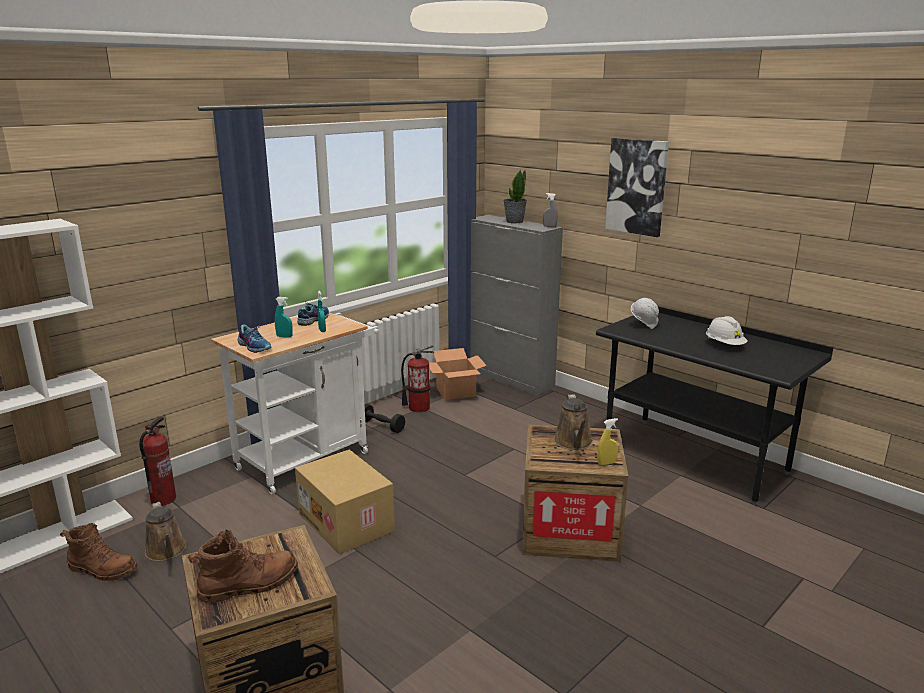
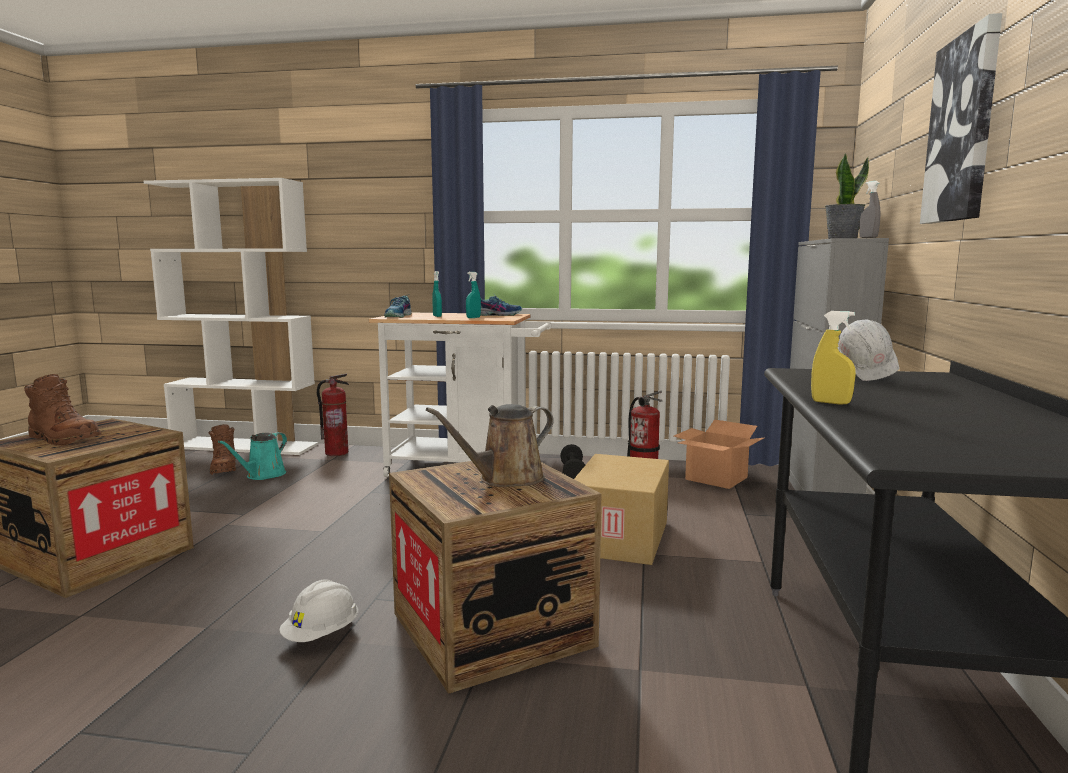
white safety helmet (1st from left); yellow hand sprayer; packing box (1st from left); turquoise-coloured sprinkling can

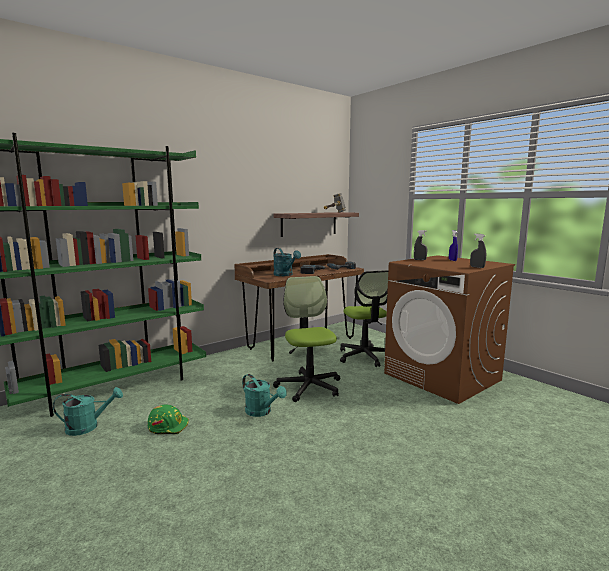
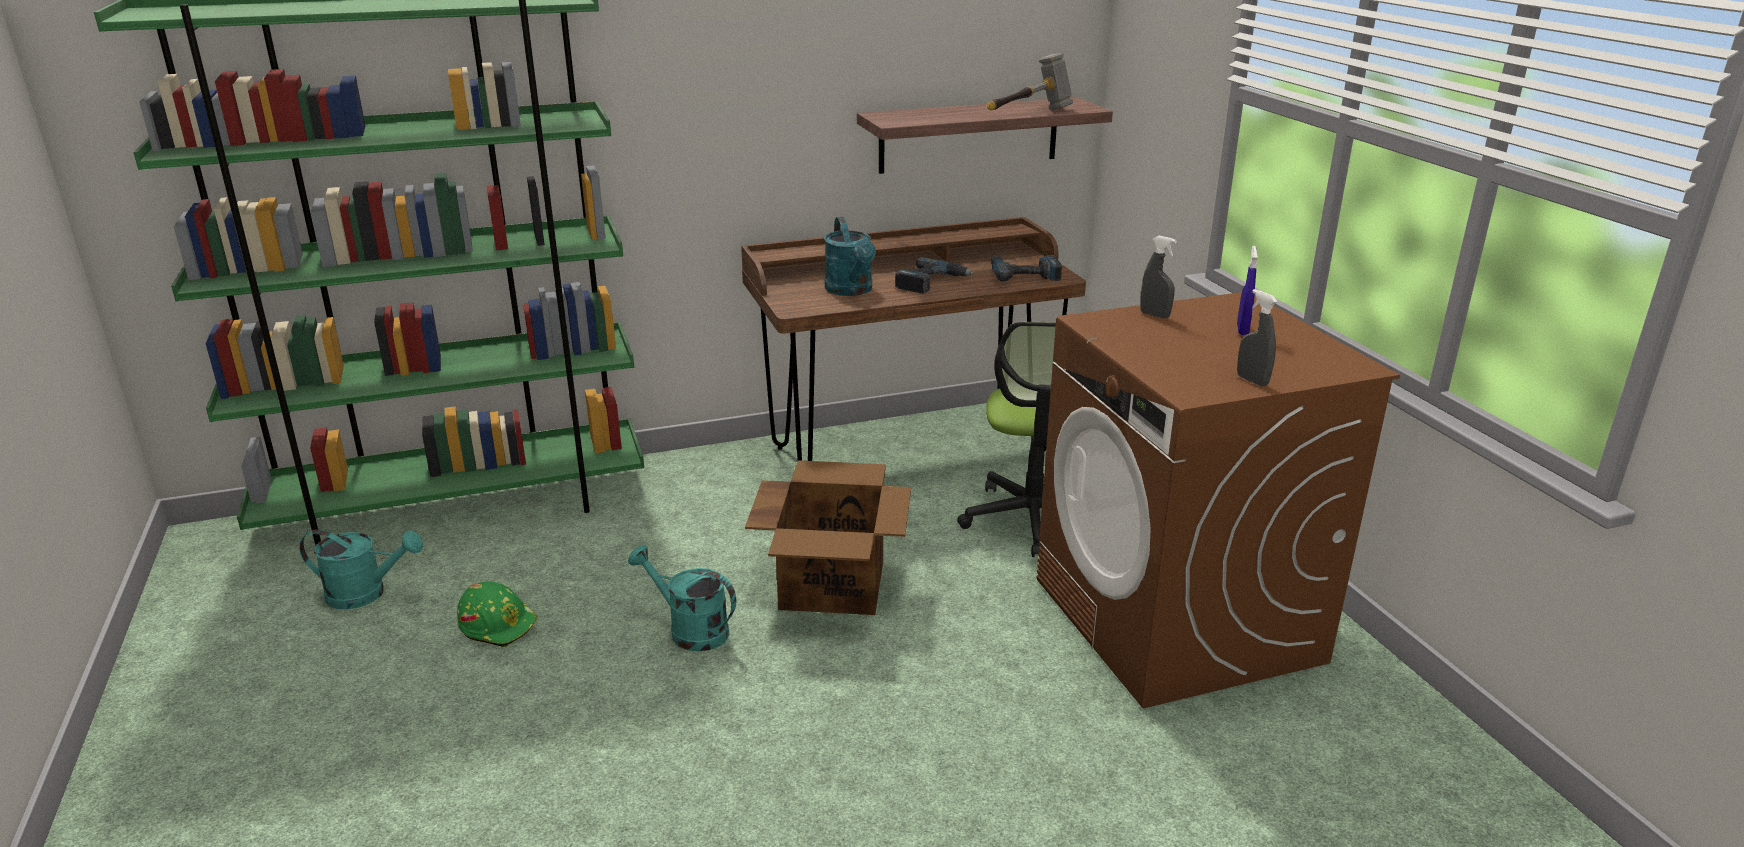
packing box; turquoise-coloured sprinkling can (2nd from left)

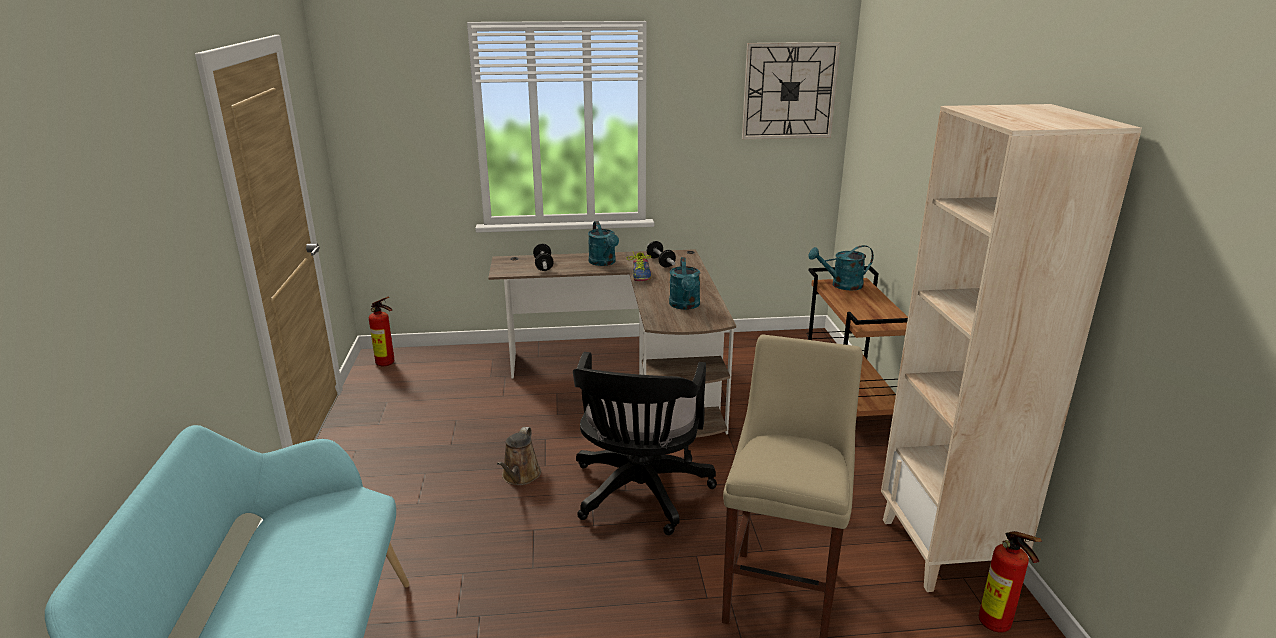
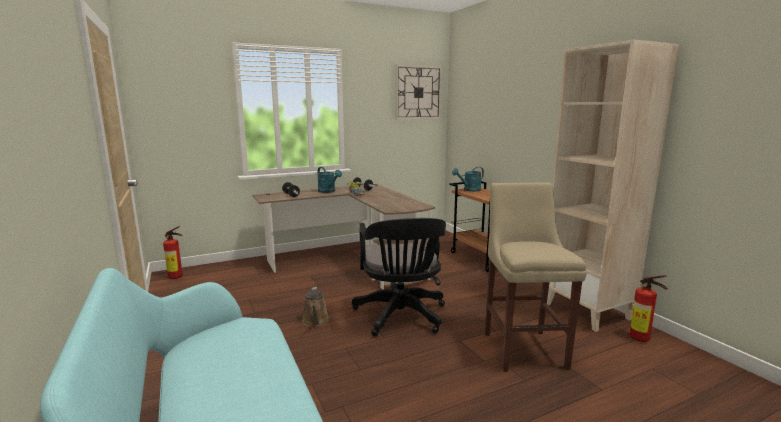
turquoise-coloured sprinkling can (2nd from left in the first image)

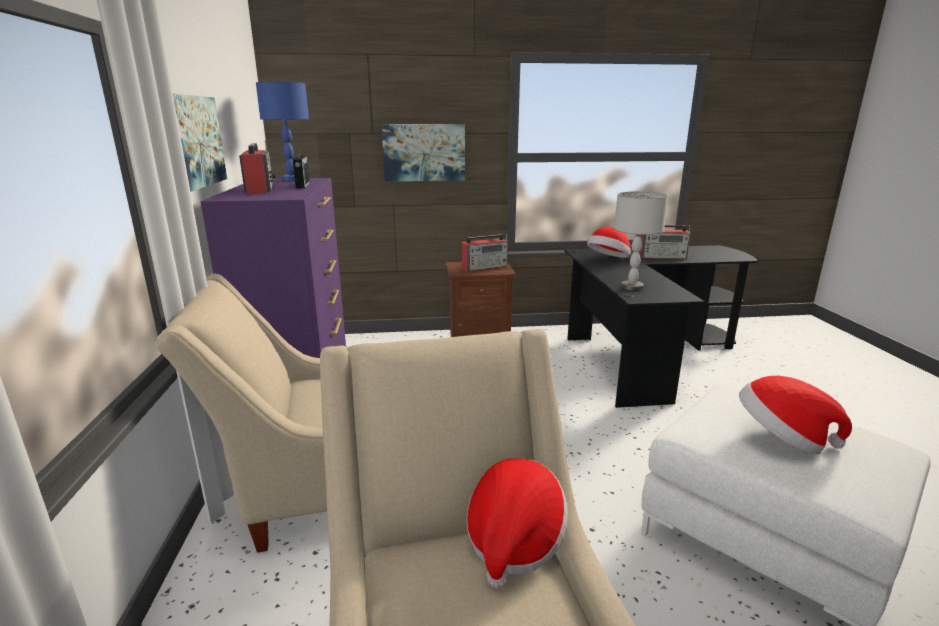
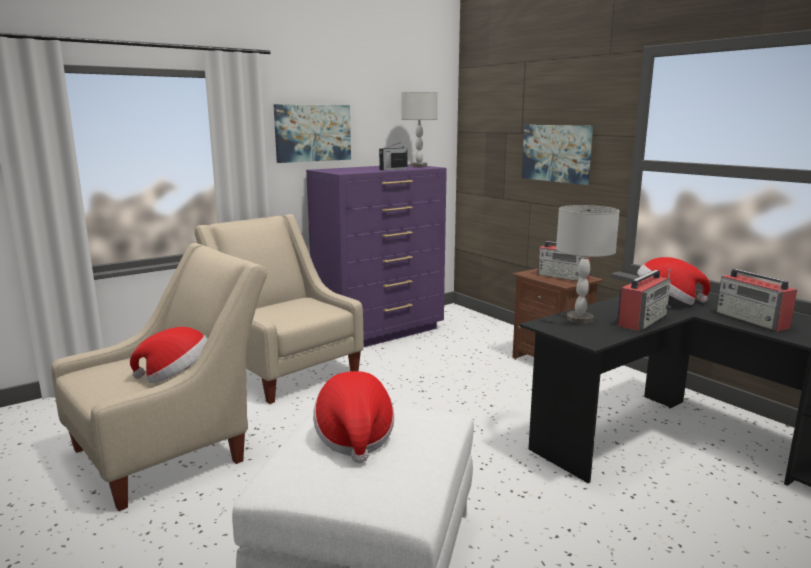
gray tabletop lamp (1st from left); radio (3rd from left)

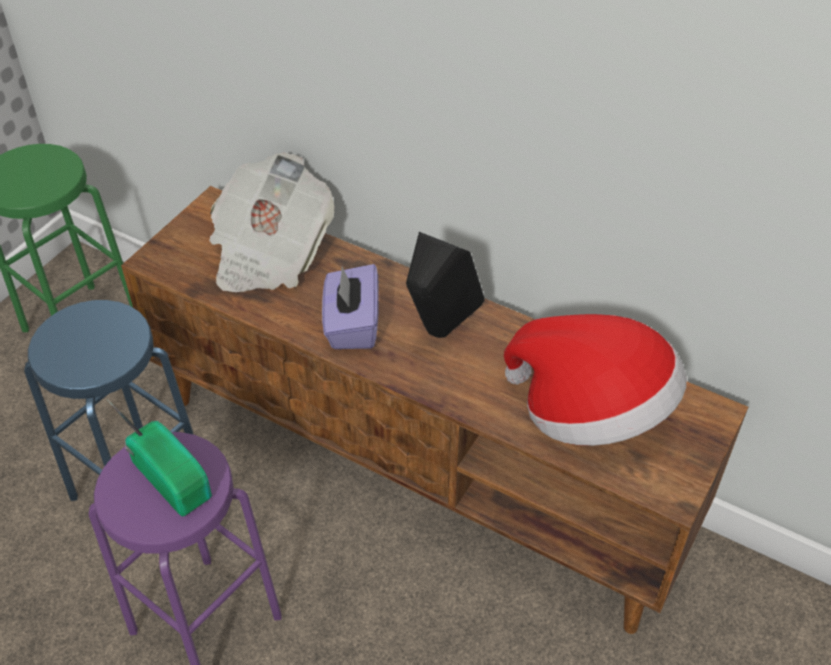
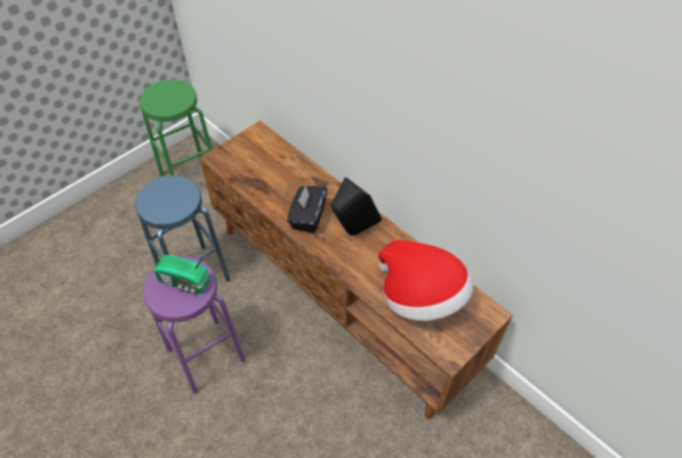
printed paper; black tissue holder; radio

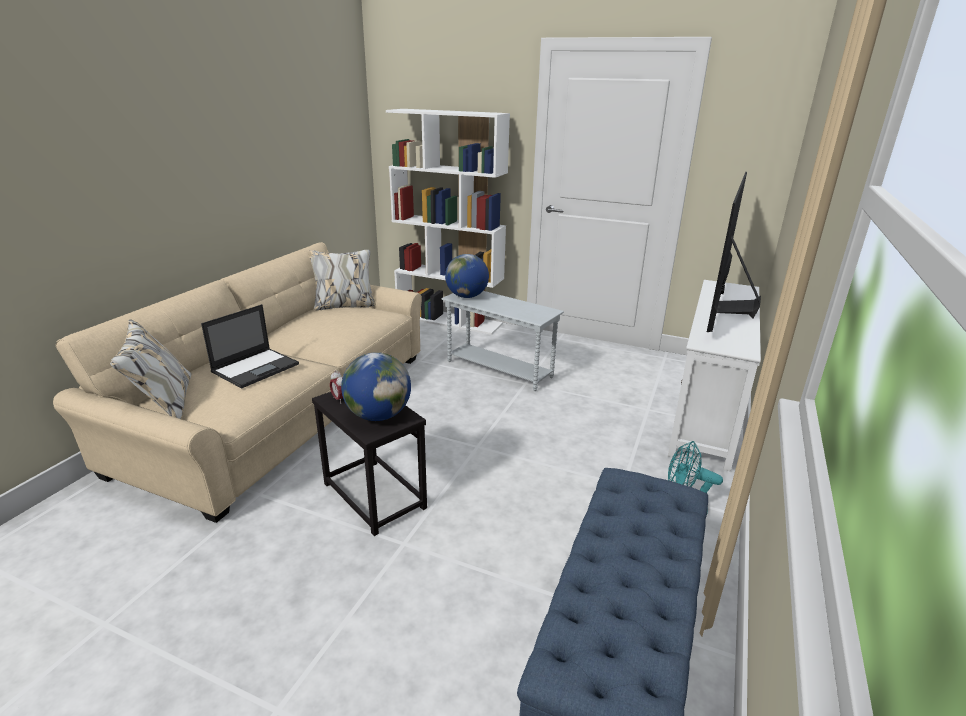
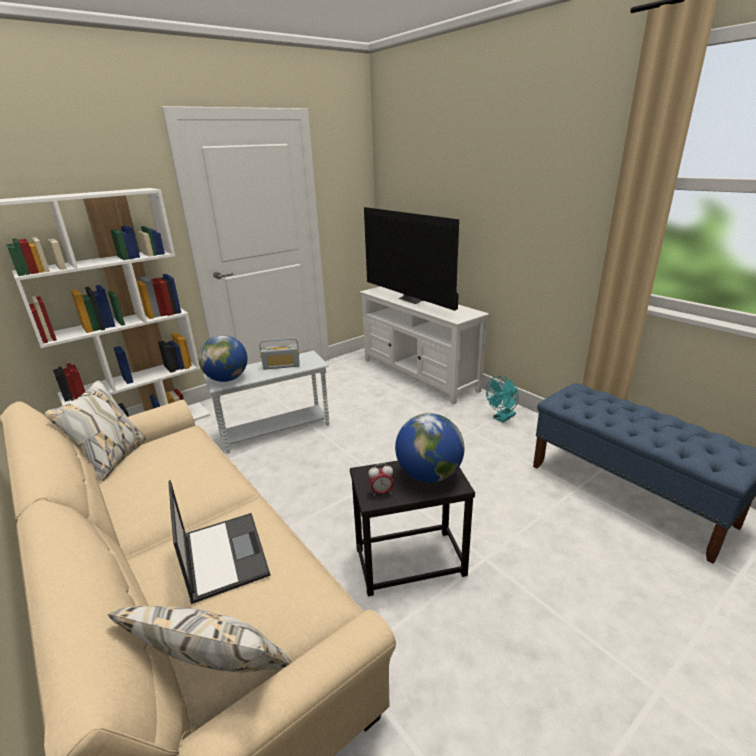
radio

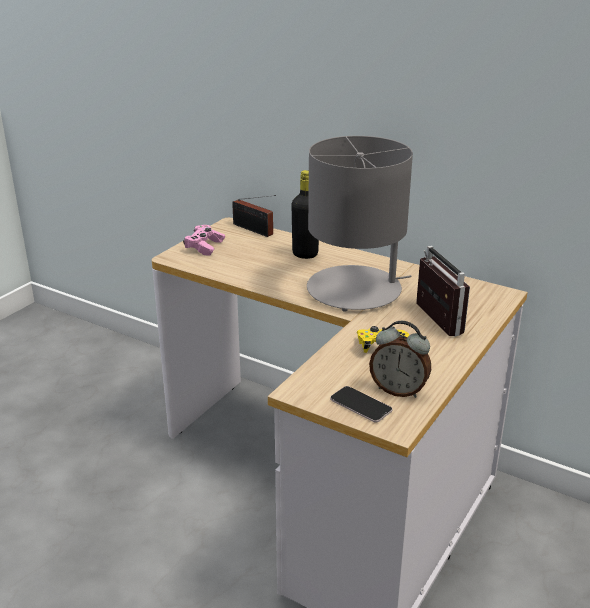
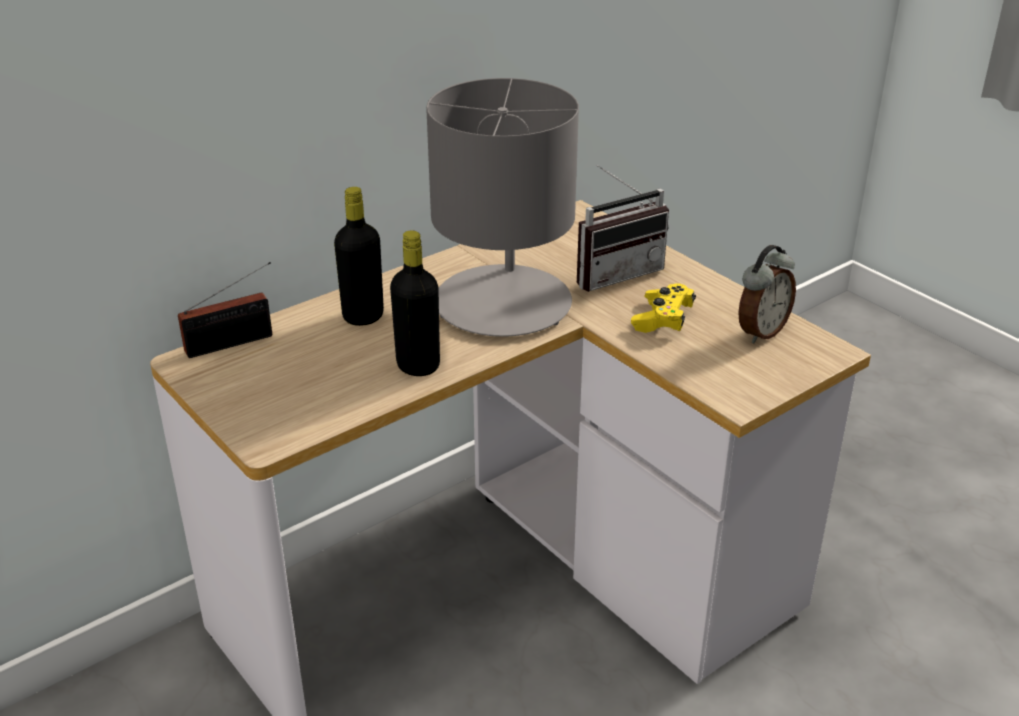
pink gamepad; radio (2nd from left); telephone; black drink bottle (2nd from left)

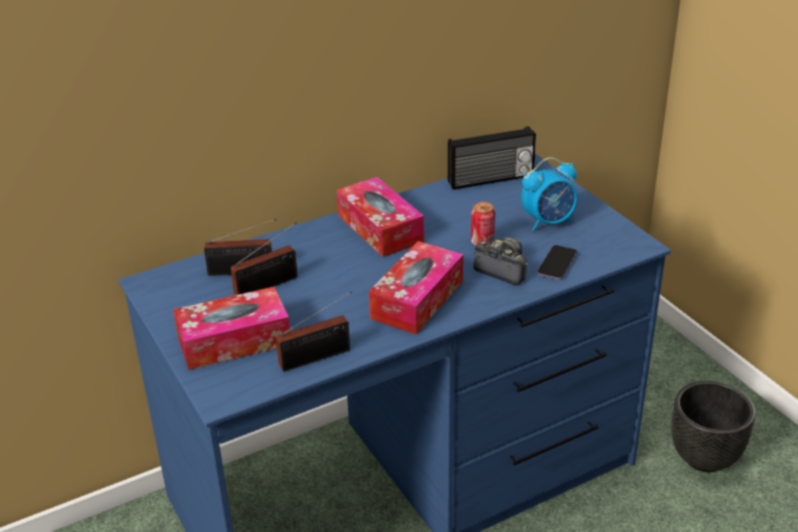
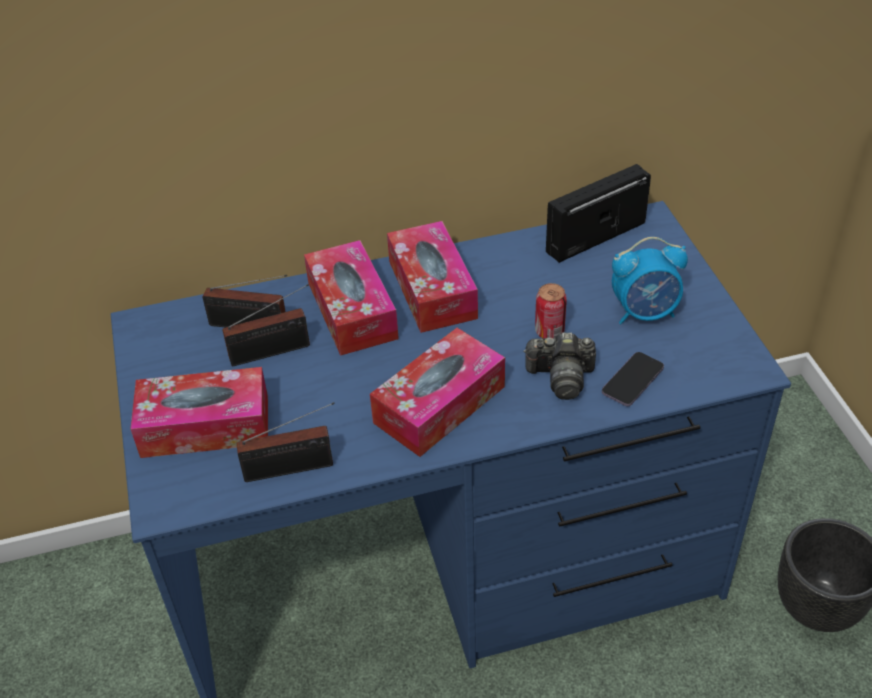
radio (4th from left); still camera; tissue holder (2nd from left)

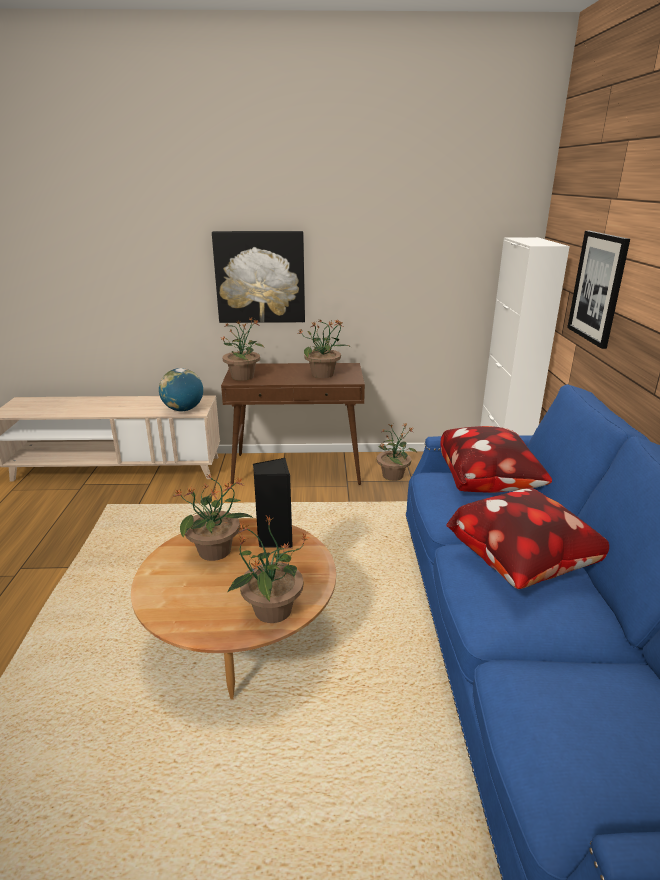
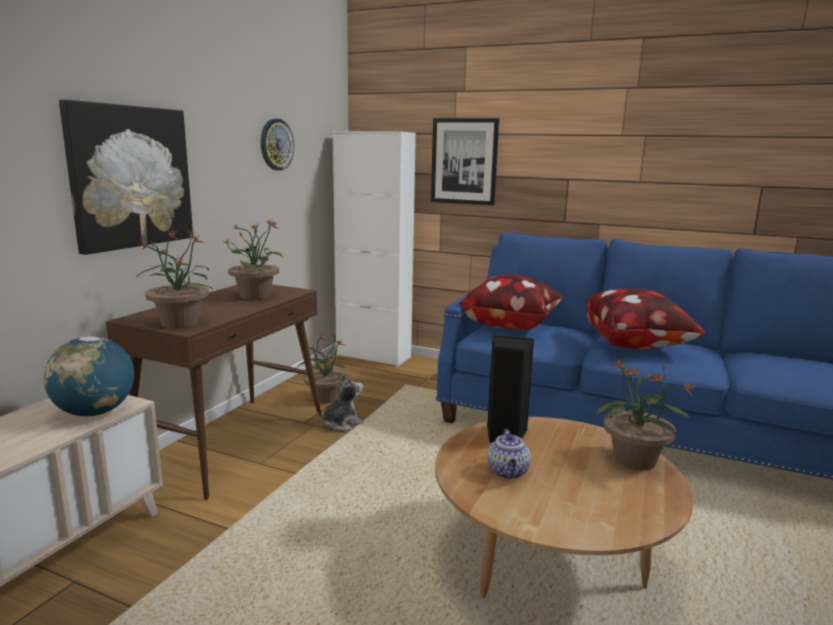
teapot; hanging clock; plush toy

